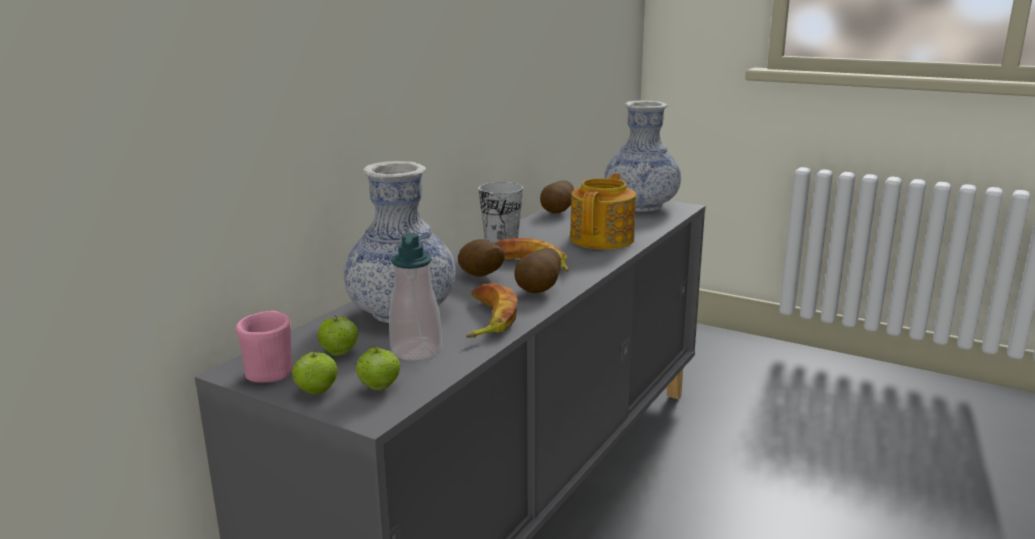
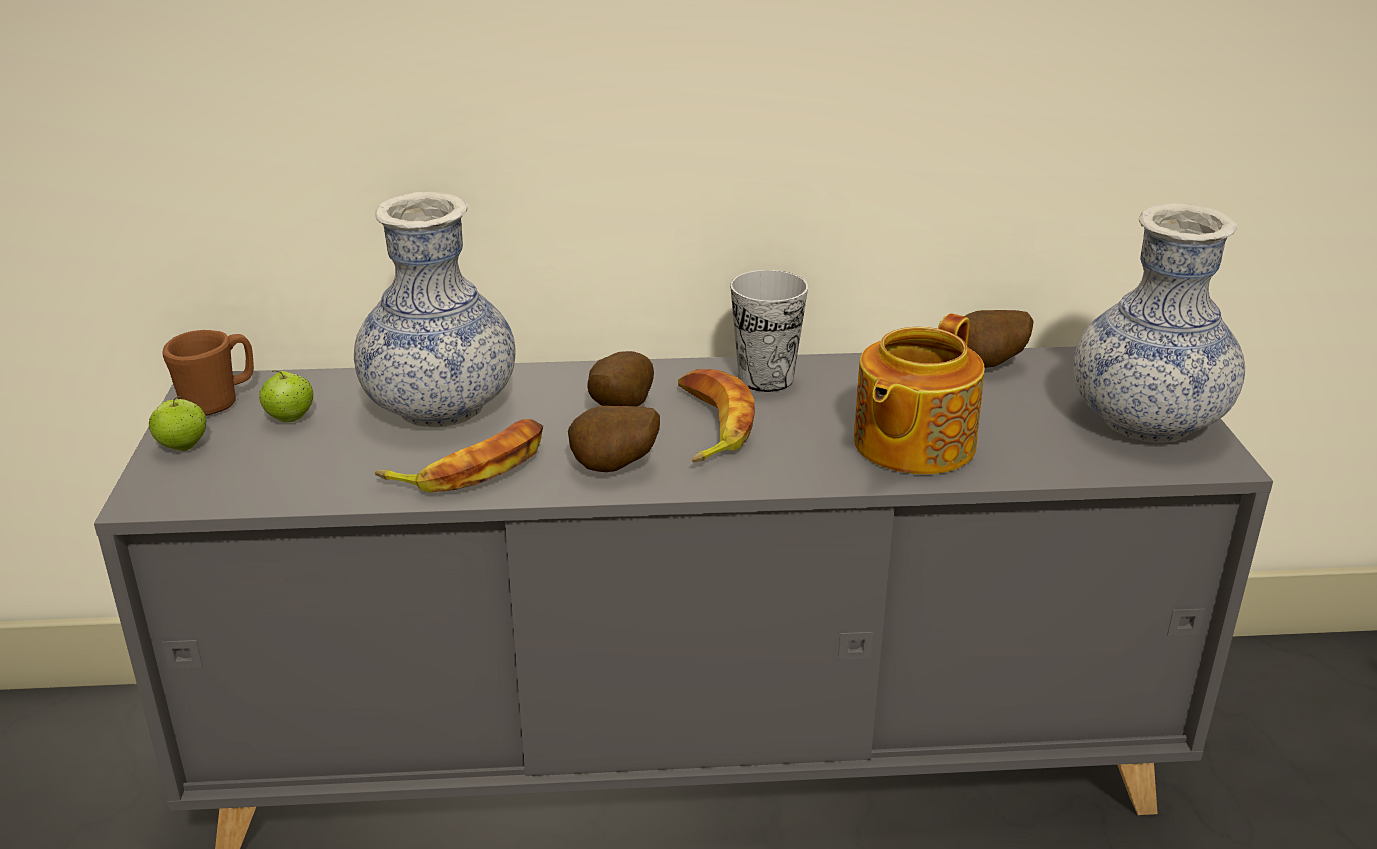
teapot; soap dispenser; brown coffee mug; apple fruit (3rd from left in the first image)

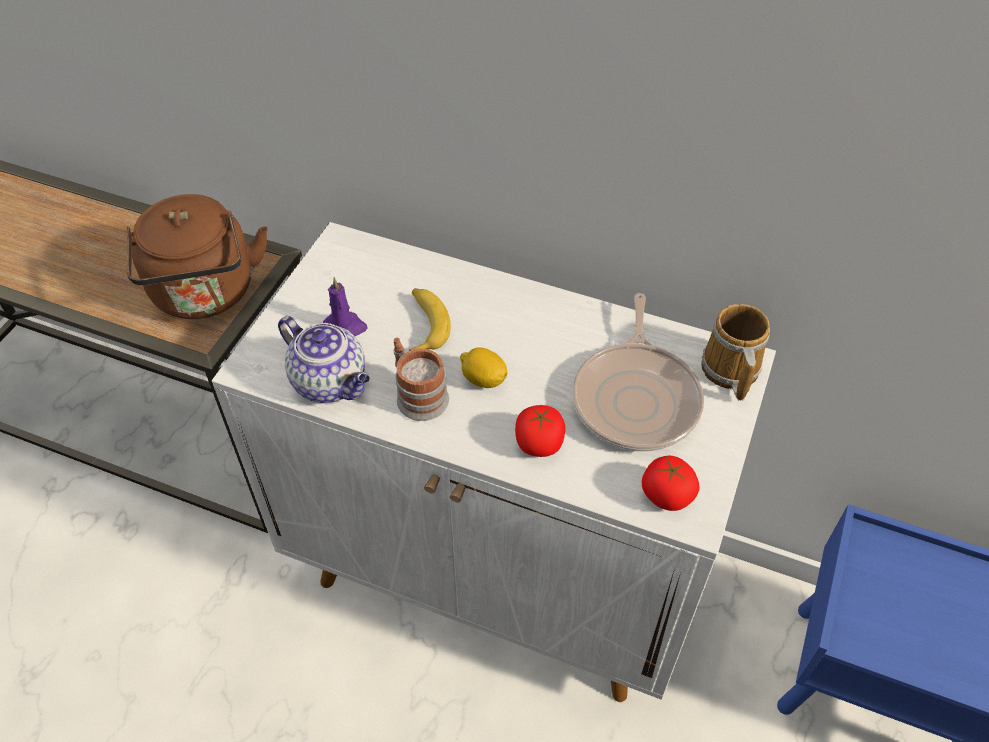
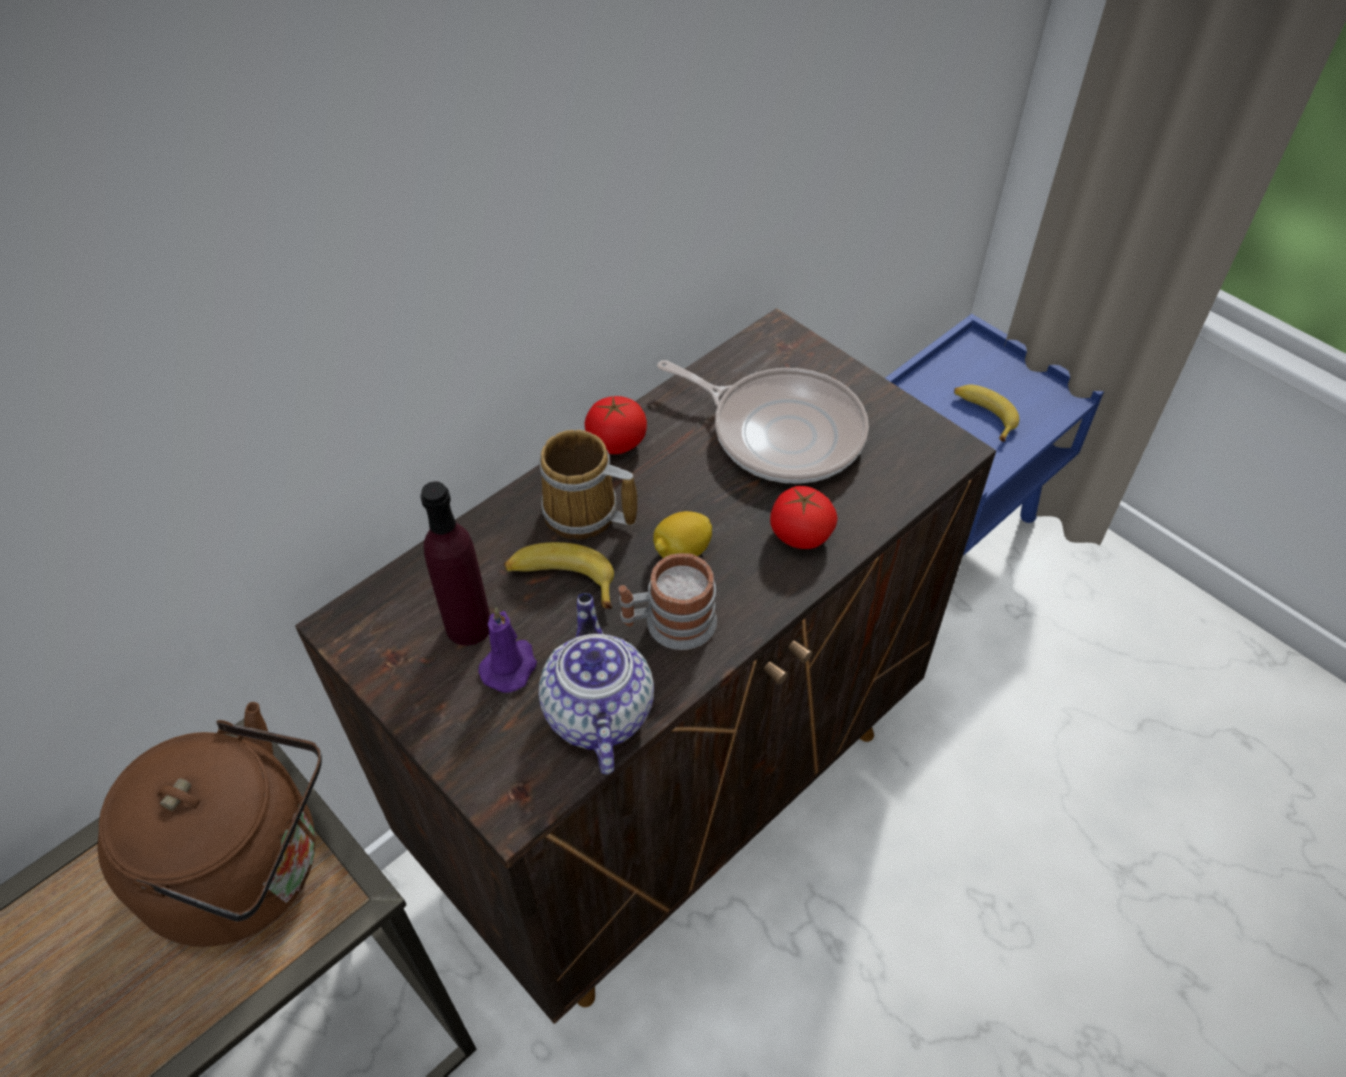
brown cupboard; coffee mug (1st from left); teapot; tomato (1st from left); whole banana (2nd from left); purple-coloured drink bottle

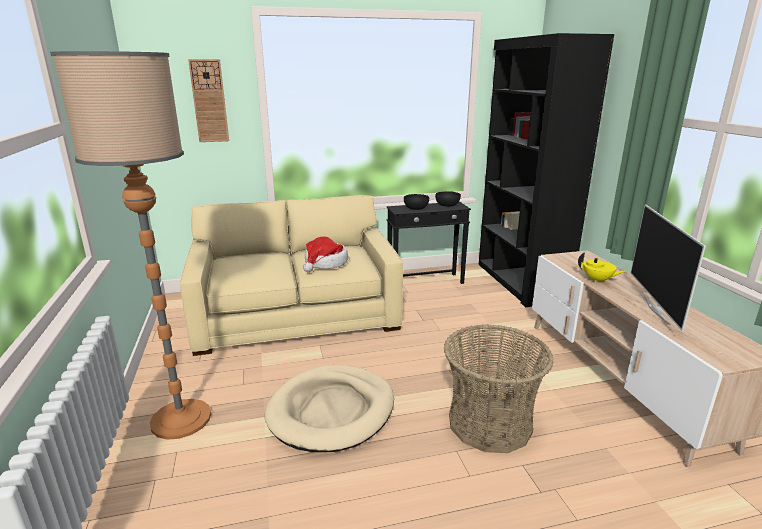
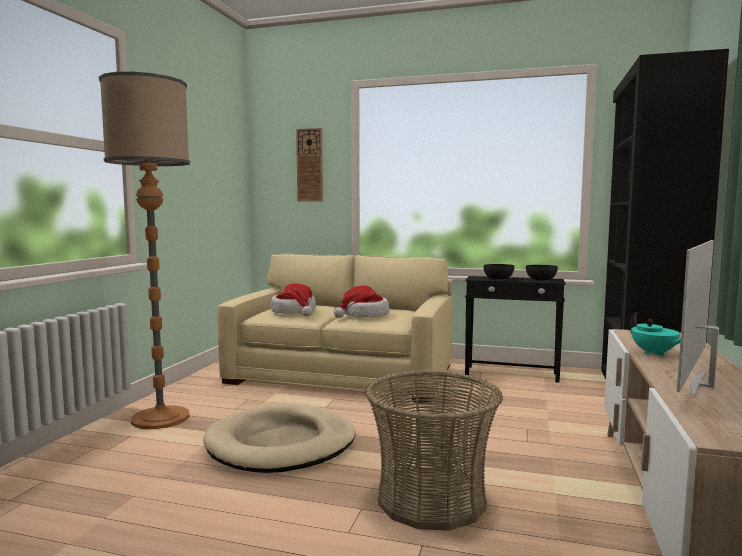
turquoise-coloured teapot; clothing hat (1st from left)

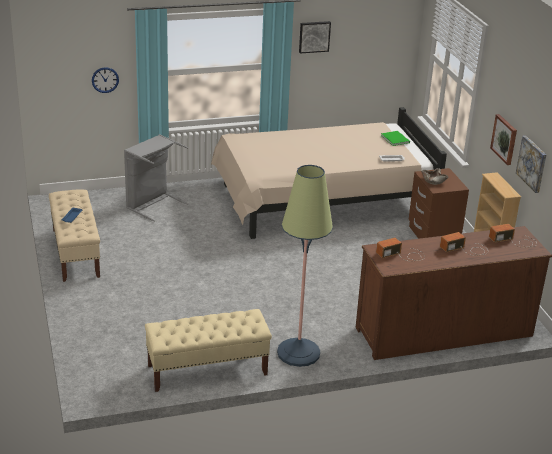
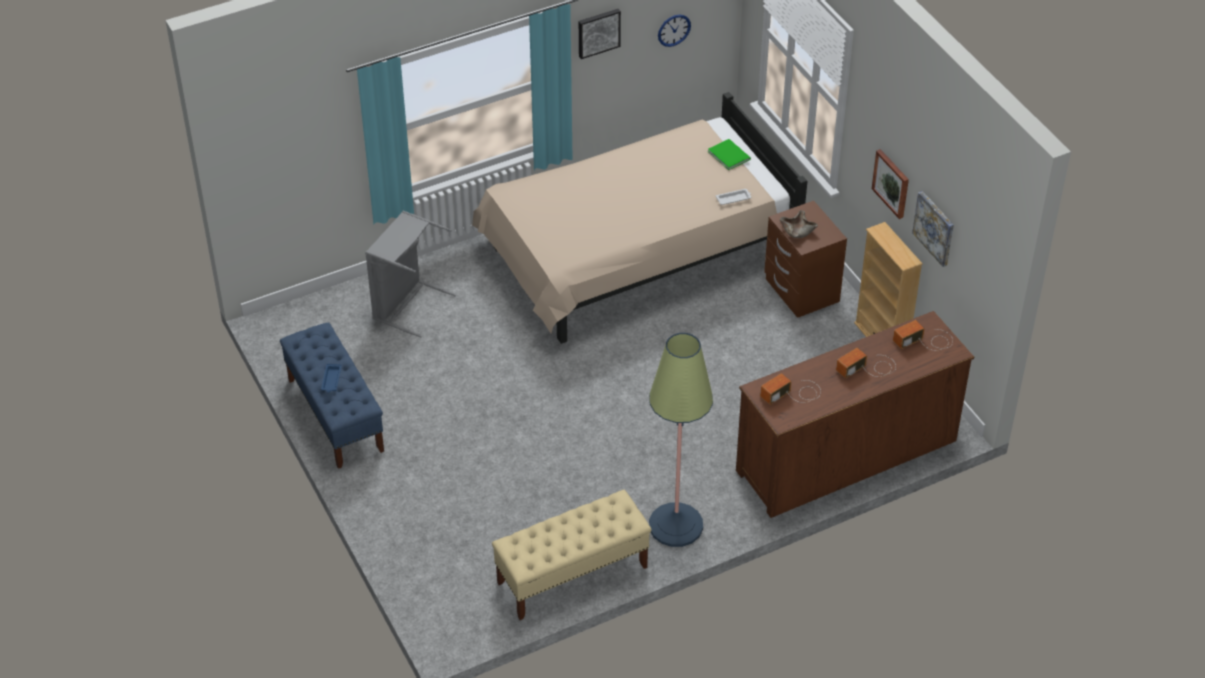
hanging clock; blue indoor bench

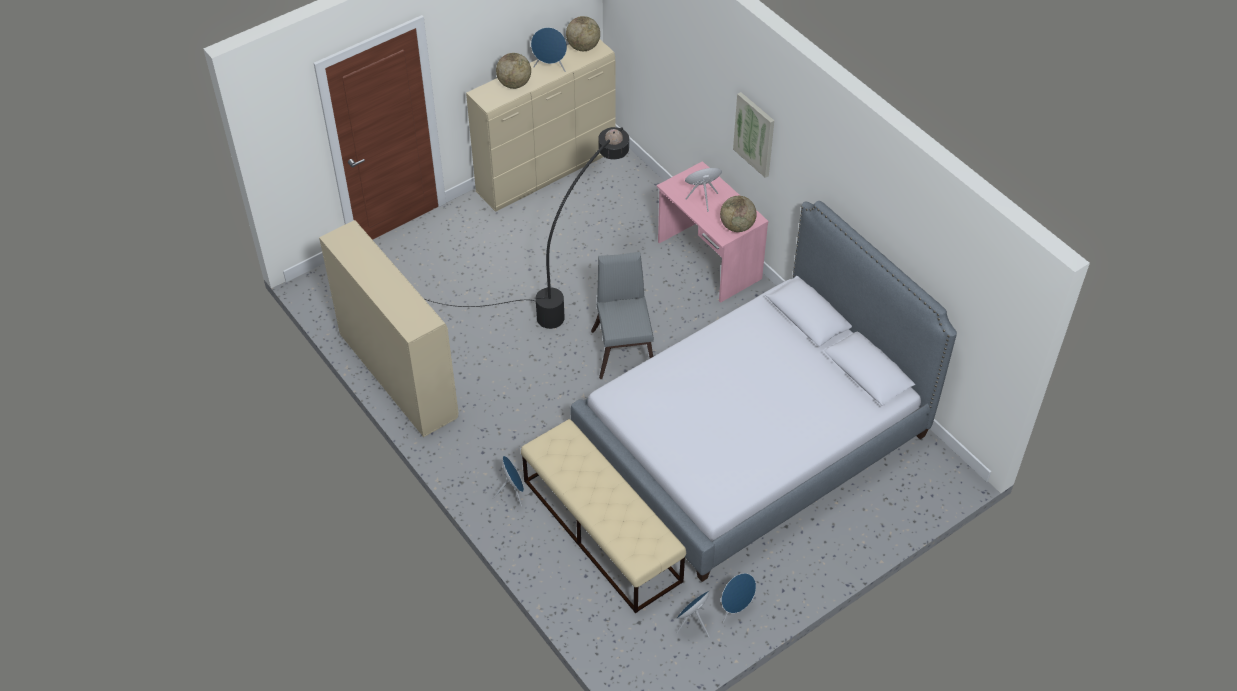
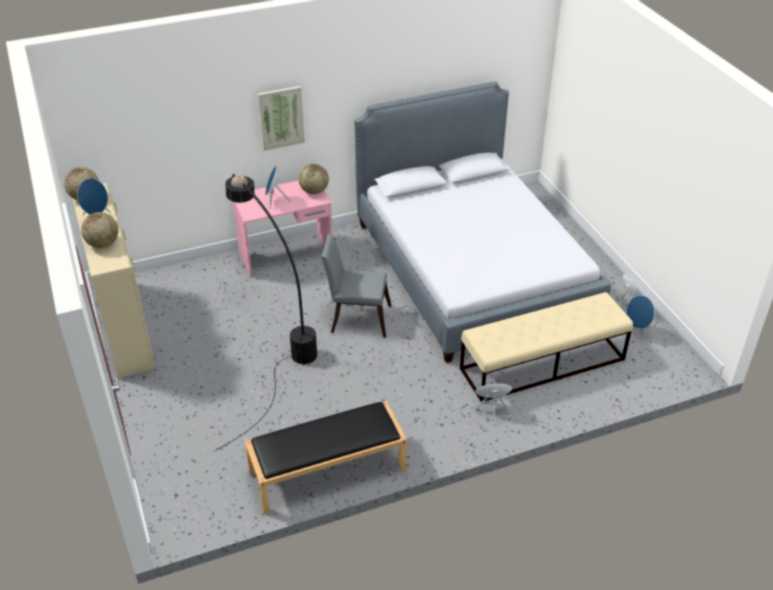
black indoor bench

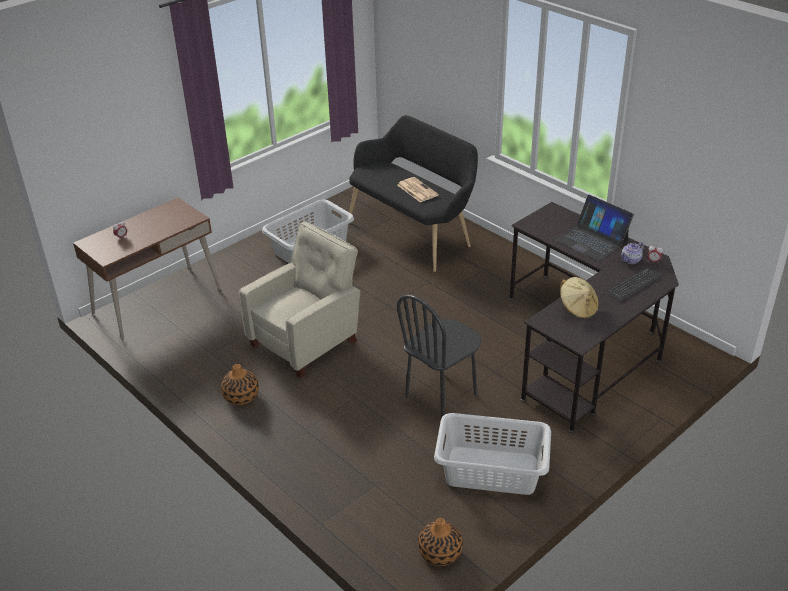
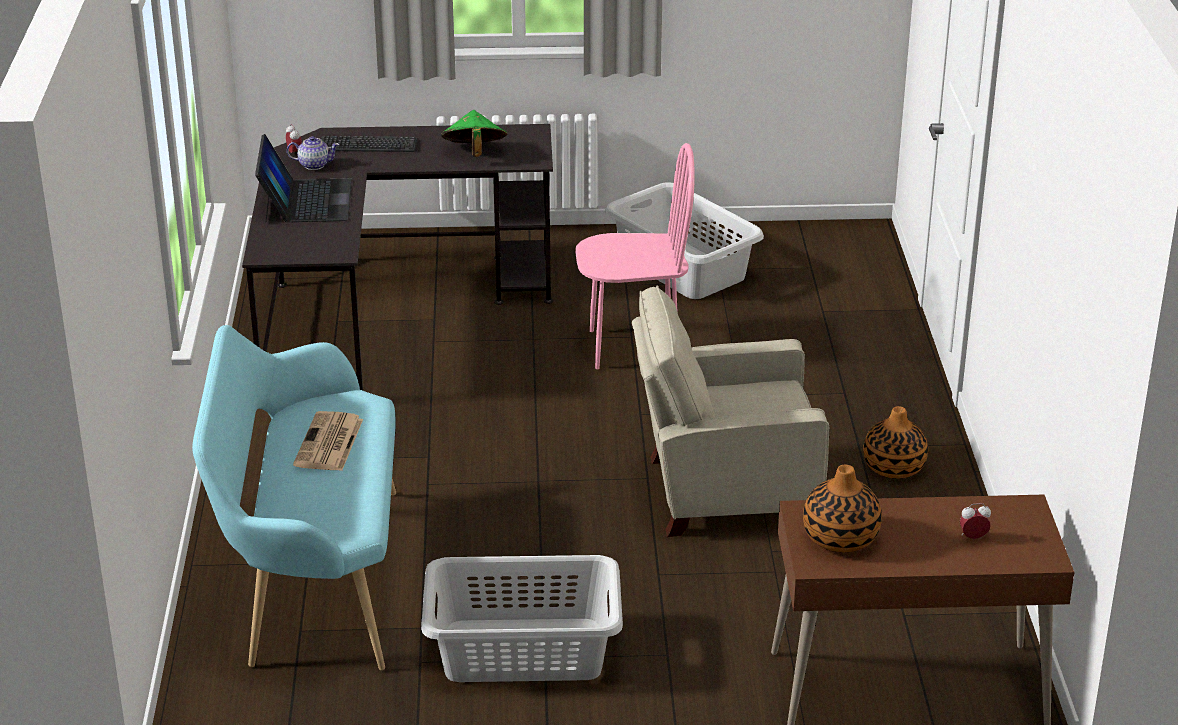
turquoise-coloured indoor bench; greenish clothing hat; pink chair; vase (1st from left)

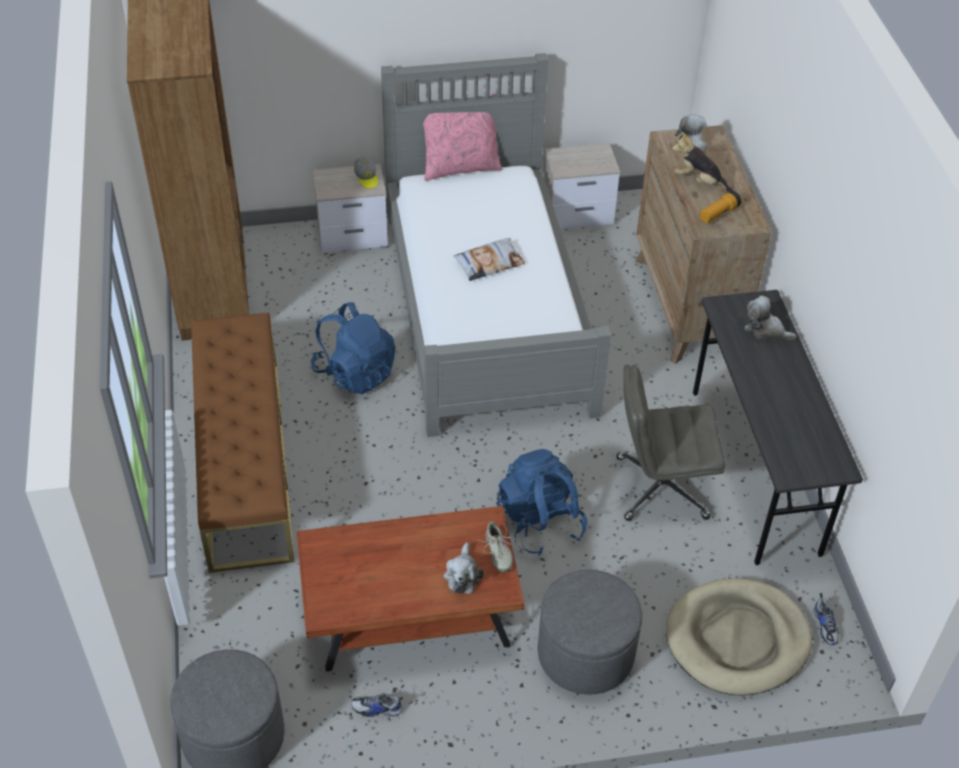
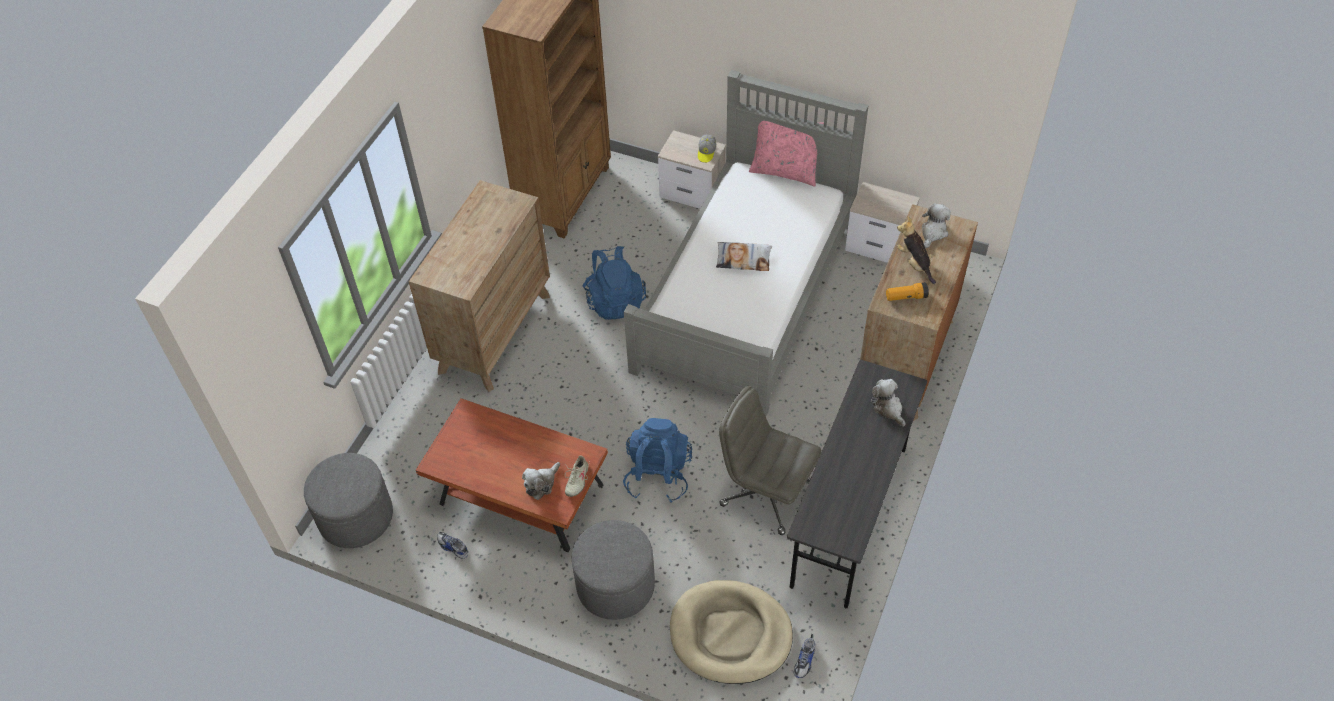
brown chest of drawers (1st from left)

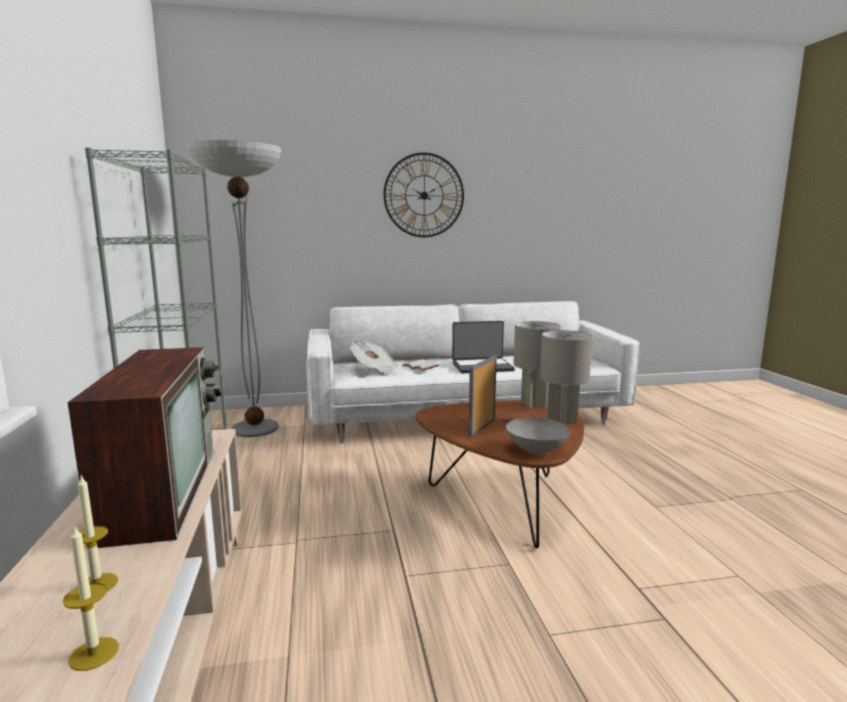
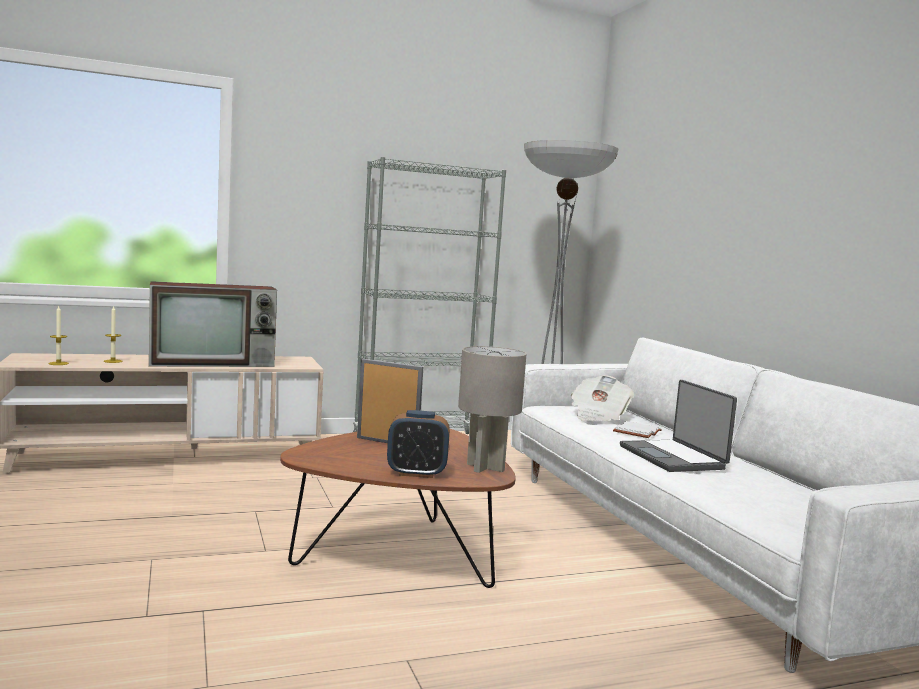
hanging clock; bedside clock; gray bowl

